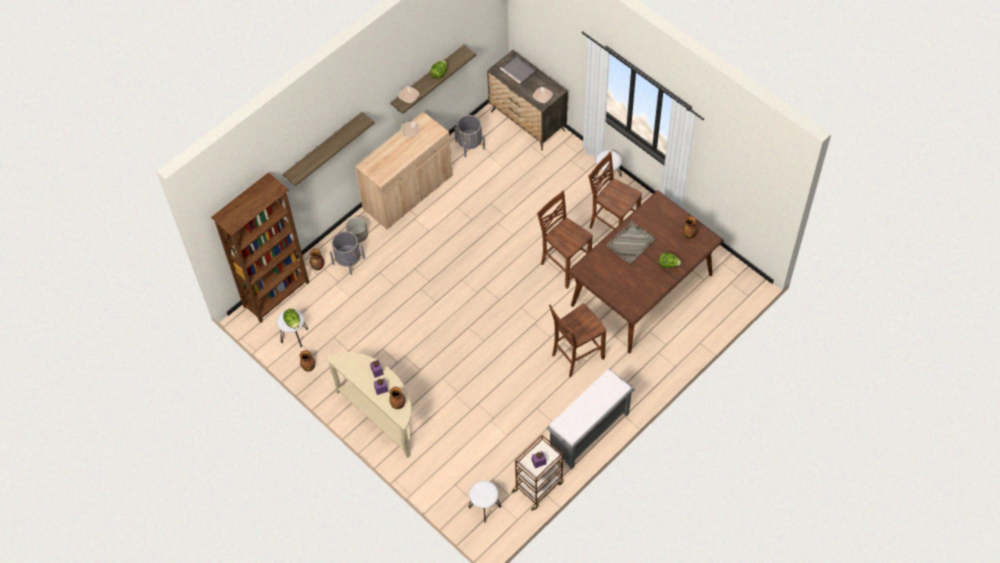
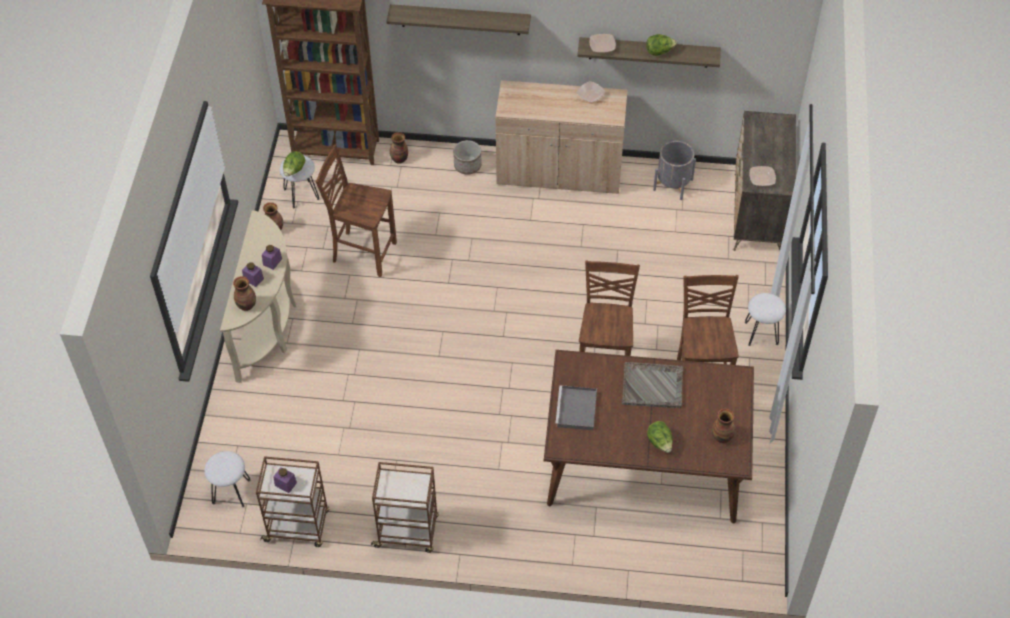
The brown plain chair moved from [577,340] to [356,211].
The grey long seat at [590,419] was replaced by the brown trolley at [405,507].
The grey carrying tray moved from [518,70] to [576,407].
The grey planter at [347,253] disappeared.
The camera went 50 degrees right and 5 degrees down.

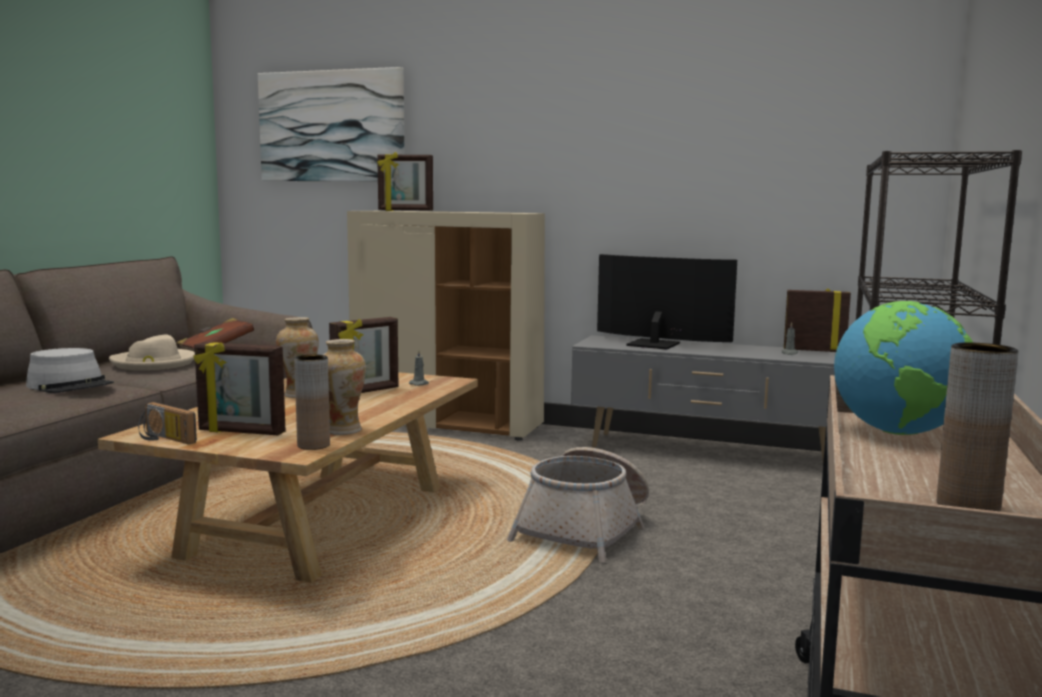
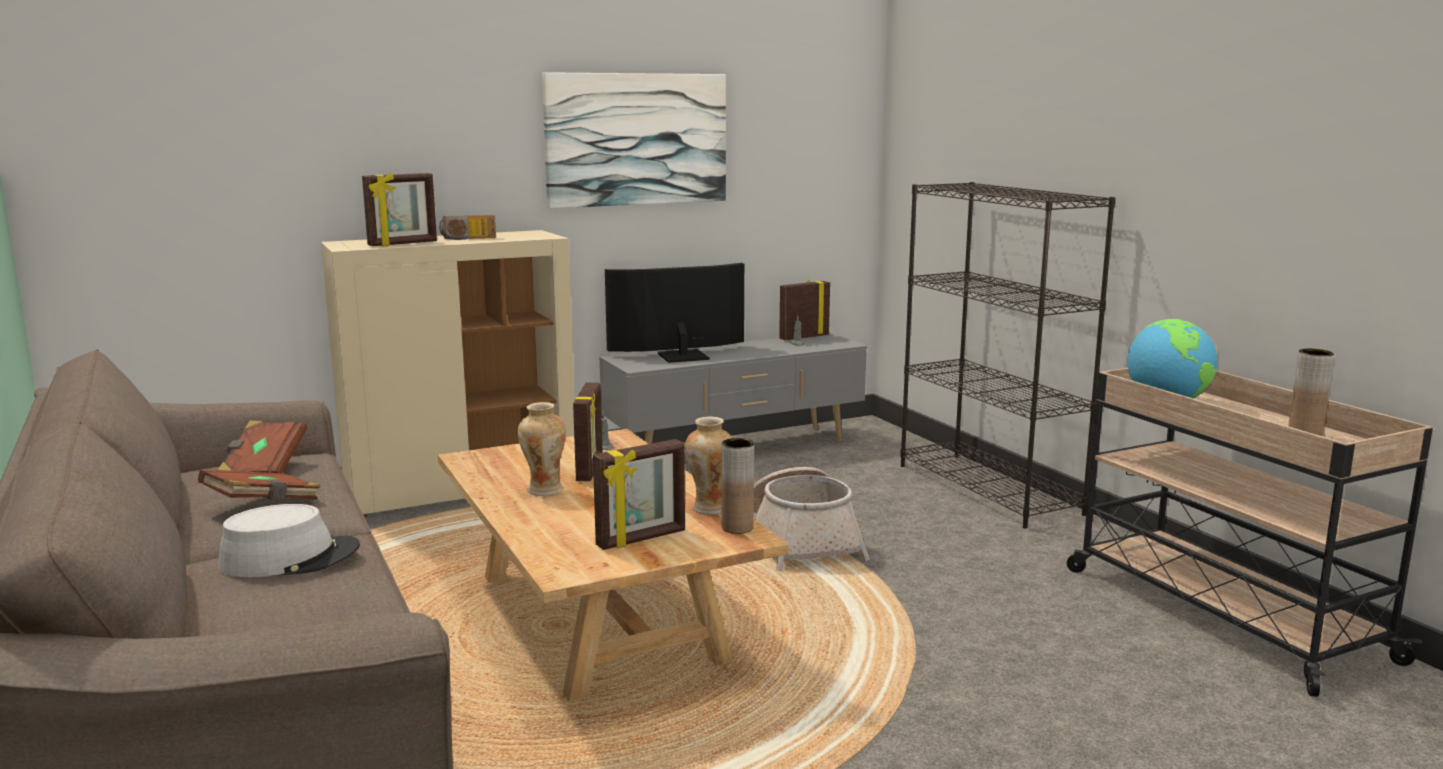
The beige-coloured wearable hat at [152,352] was replaced by the brown book at [259,485].
The radio receiver moved from [167,423] to [467,227].
The wall art moved from [331,124] to [634,140].
The camera went 45 degrees left and 5 degrees up.

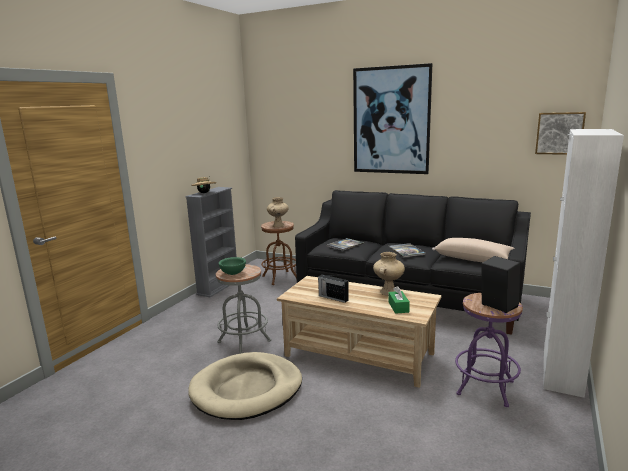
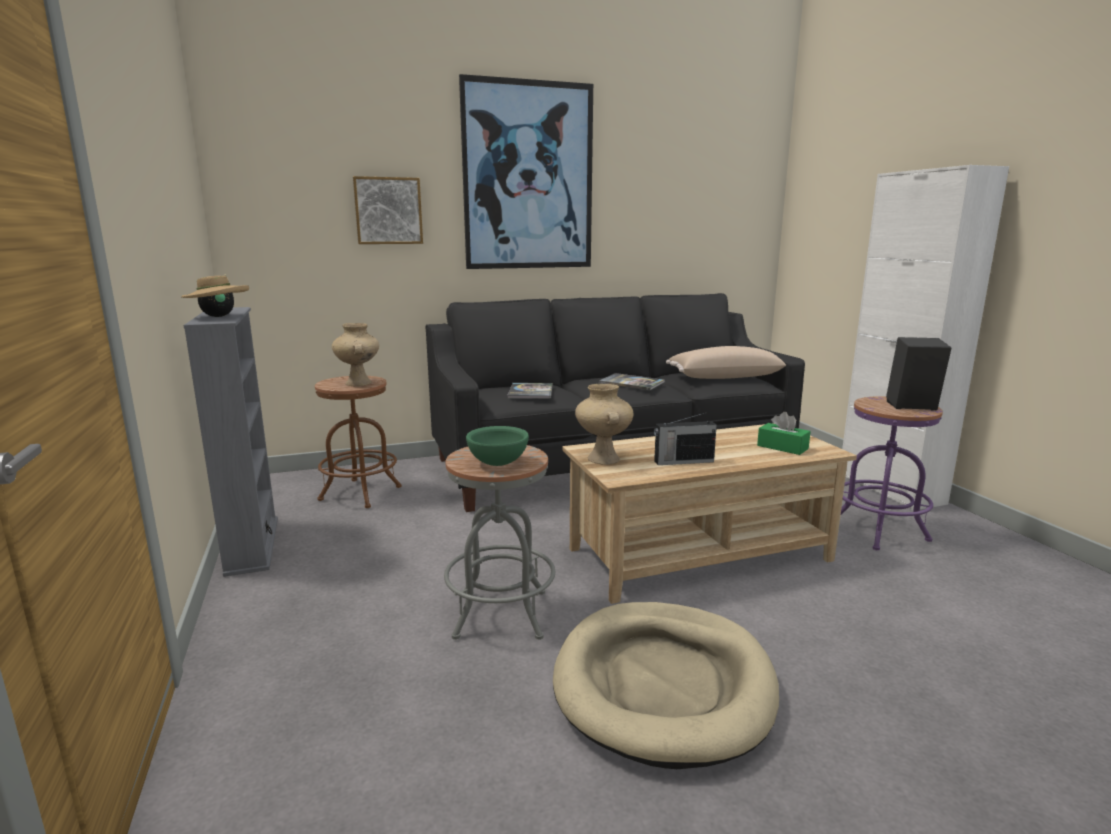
The wall art moved from [560,133] to [388,210].
The beige-coloured vase moved from [389,274] to [604,424].
The camera went 45 degrees left and 0 degrees up.

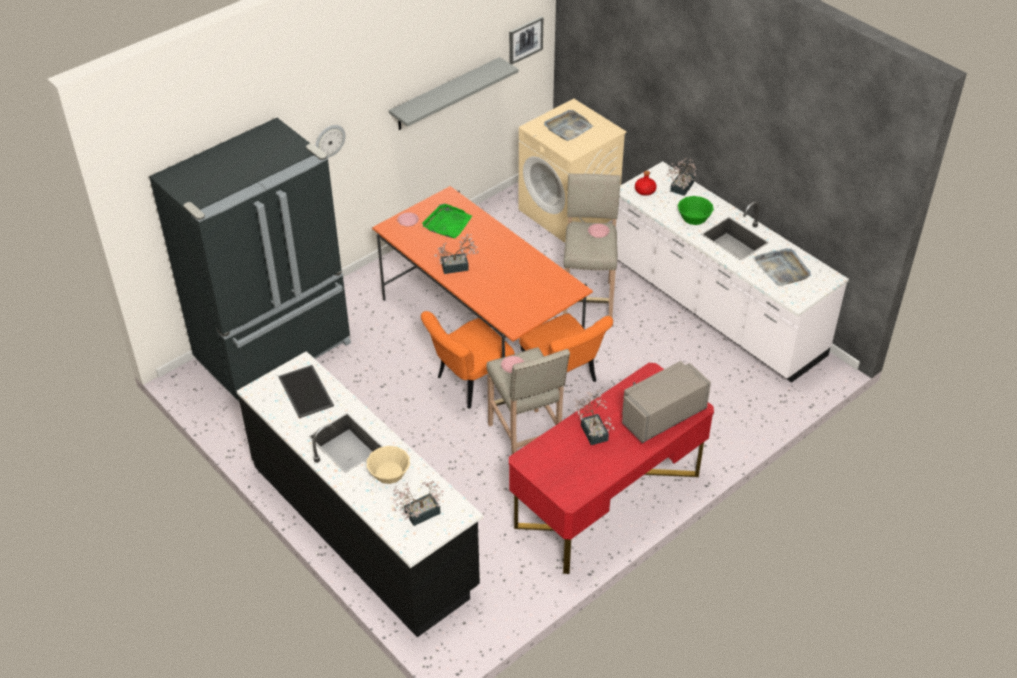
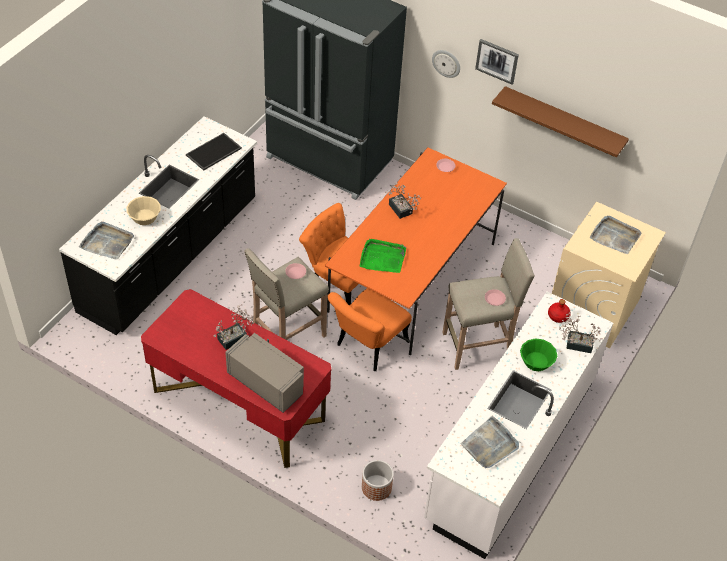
The houseplant at [418,503] was replaced by the grey carrying tray at [106,240].
The green carrying tray moved from [447,221] to [383,256].
The planter at [378,480] appeared.
The wall art moved from [526,40] to [497,61].
The grey shelf at [453,93] became the brown shelf at [560,122].
The camera went 70 degrees right and 5 degrees up.

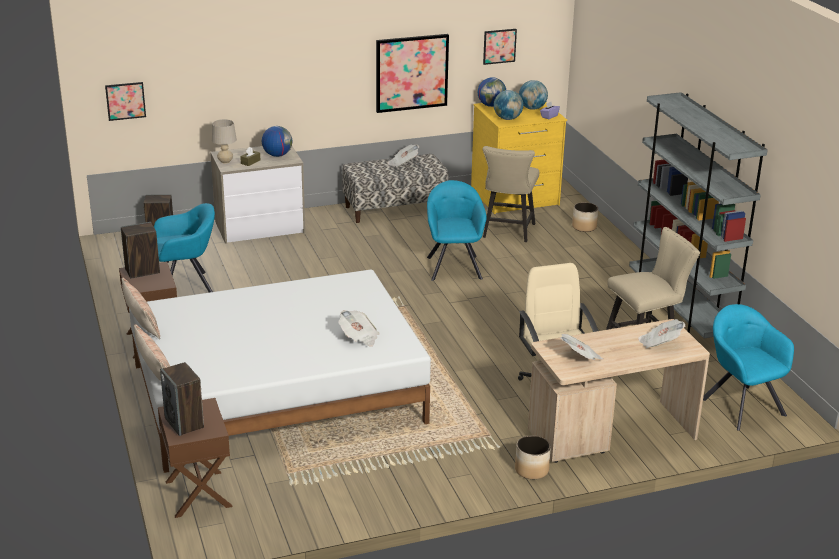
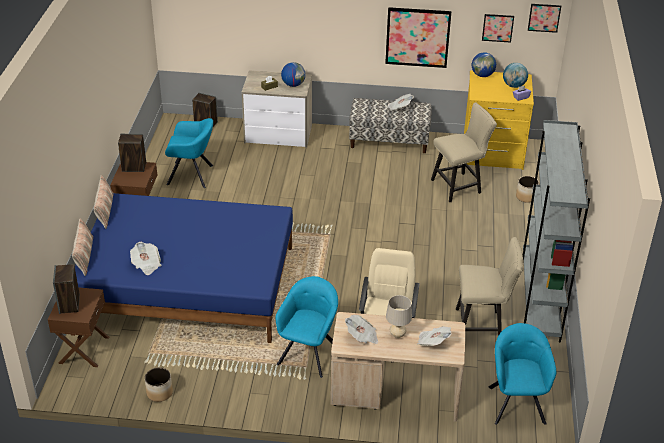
The whitish sleeping bed at [280,371] became the bluish sleeping bed at [184,268].
The newspaper moved from [358,328] to [145,258].
The planter moved from [533,457] to [159,384].
The turquoise-coloured lounge chair moved from [457,230] to [306,327].
The beige-coloured tabletop lamp moved from [224,141] to [399,316].
The beige-coloured plain chair at [510,194] turned 150 degrees counterclockwise.
The wall art moved from [125,101] to [544,18].
The globe at [508,105] disappeared.
The camera went 25 degrees right and 10 degrees up.

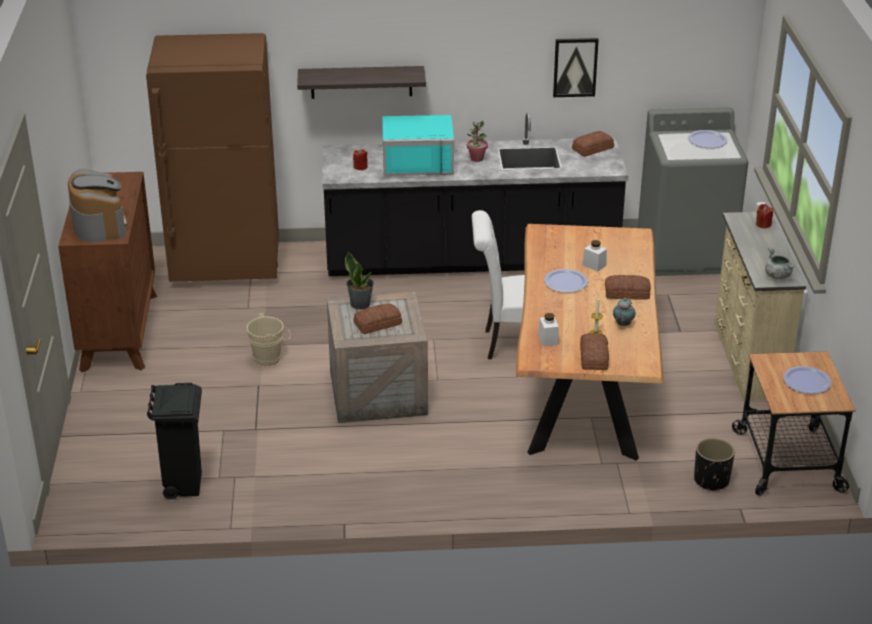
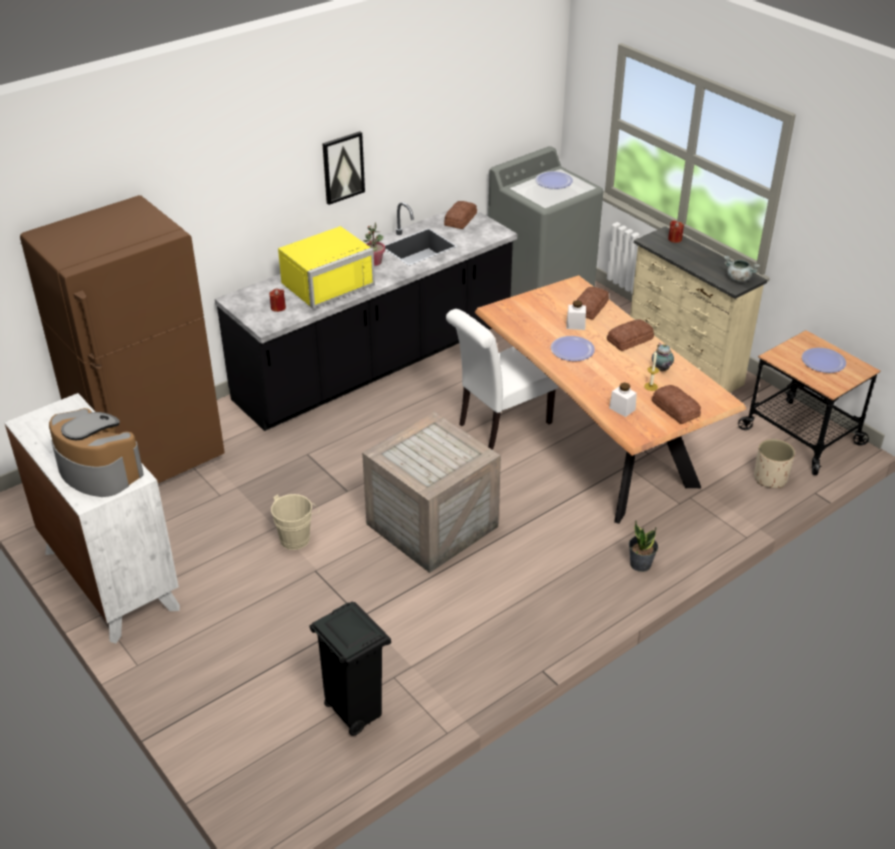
The brown chest of drawers at [107,272] became the whitish chest of drawers at [92,518].
The turquoise-coloured microwave at [418,145] became the yellow-coloured microwave at [326,267].
The wall art moved from [576,67] to [343,168].
The bread moved from [377,319] to [592,303].
The houseplant moved from [359,281] to [643,546].
The black planter at [714,465] became the beige-coloured planter at [774,463].
The shelf at [361,82] disappeared.
The camera went 35 degrees left and 5 degrees up.

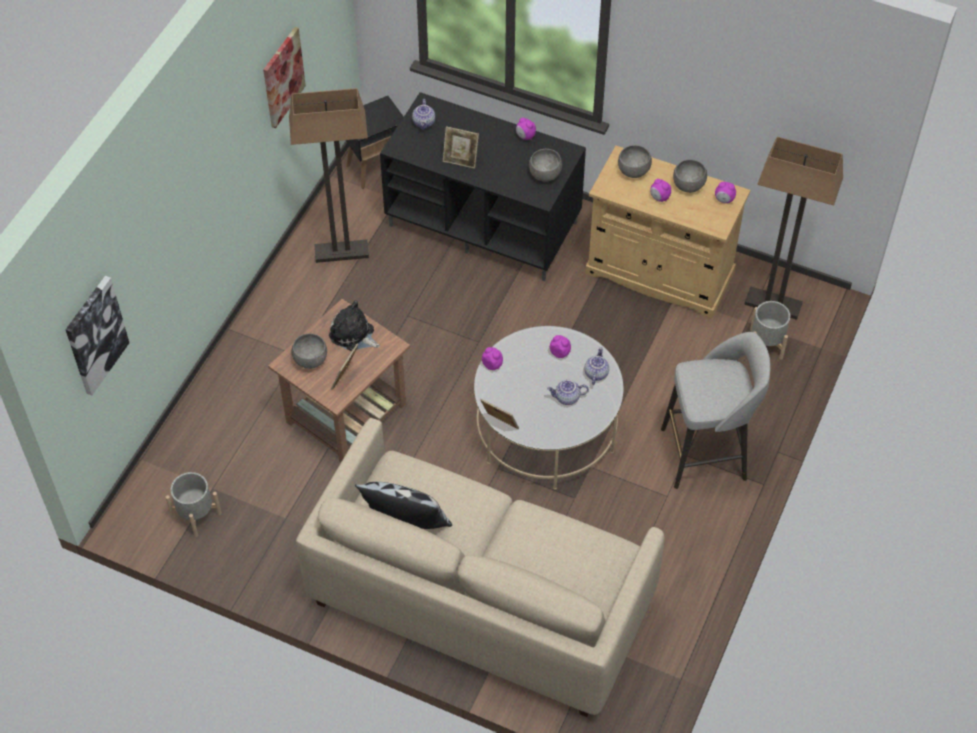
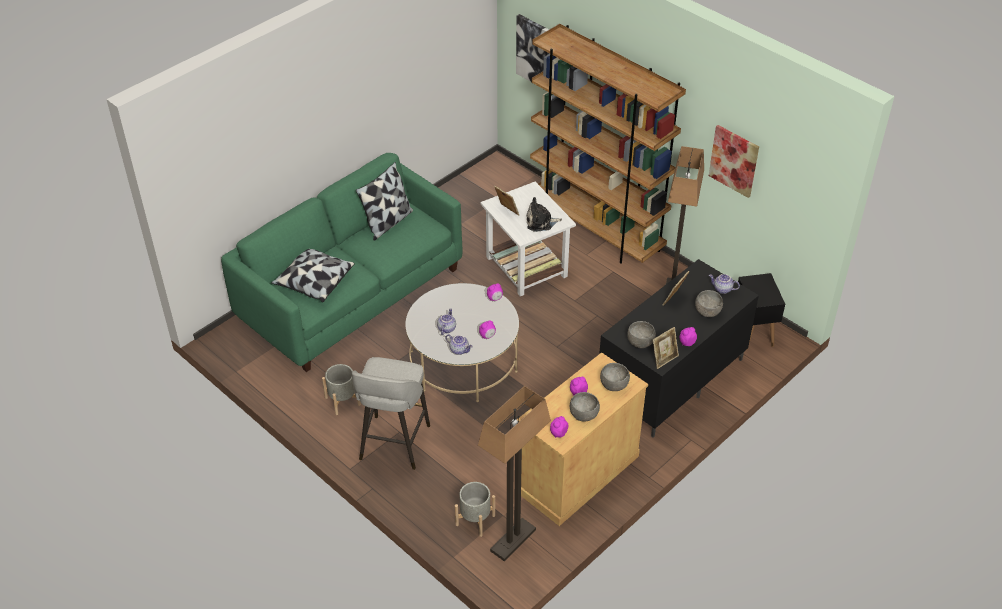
The beige-coloured sofa at [480,567] became the green sofa at [341,262].
The cushion at [313,275] appeared.
The grey planter moved from [194,504] to [341,389].
The brown side table at [339,380] became the whitish side table at [528,239].
The plush toy at [354,325] turned 150 degrees counterclockwise.
The brown bookcase at [608,144] appeared.
The photo frame moved from [499,414] to [666,348].
The grey serving bowl moved from [309,351] to [709,303].
The camera went 110 degrees right and 10 degrees down.

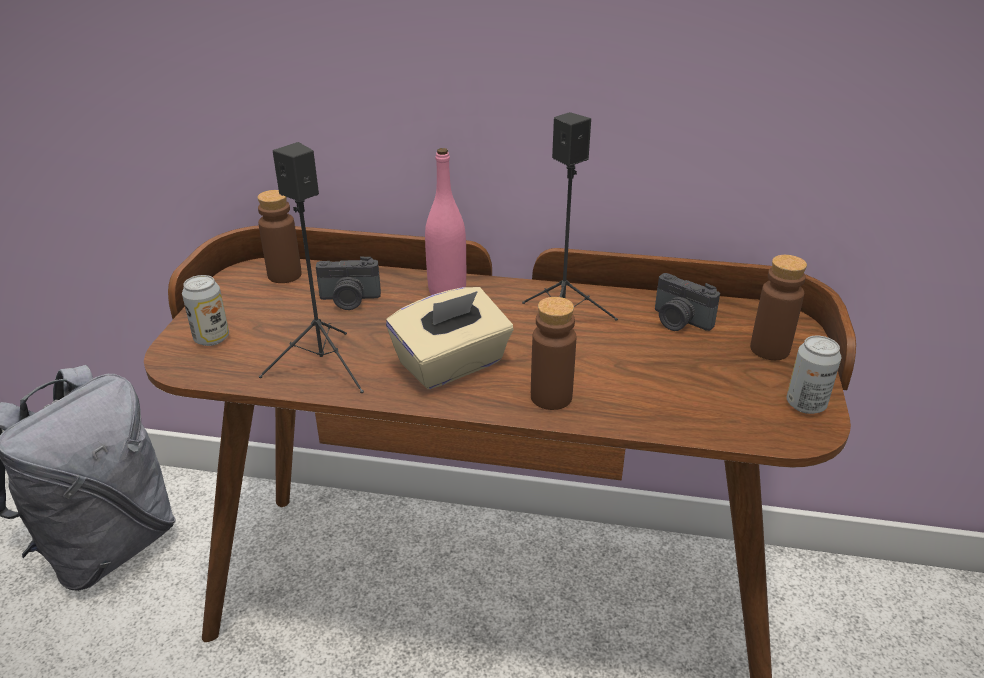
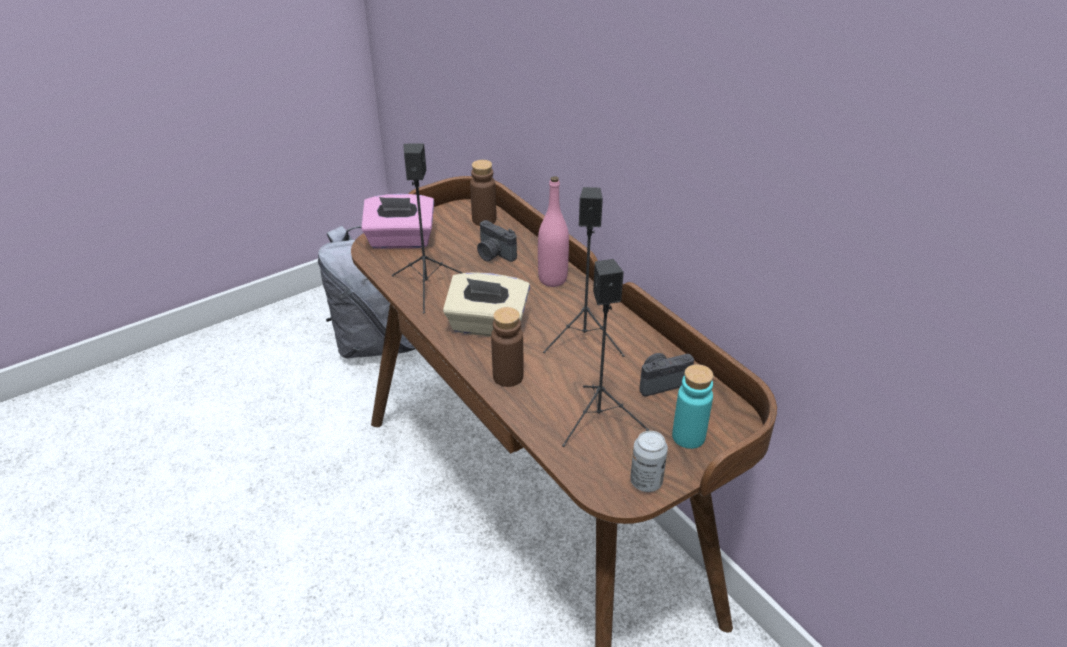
The can at [205,310] was replaced by the pinkish box of tissues at [397,221].
The black loudspeaker at [605,353] appeared.
The still camera at [687,302] turned 75 degrees clockwise.
The brown beverage bottle at [778,307] became the turquoise-coloured beverage bottle at [692,406].
The camera went 45 degrees right and 5 degrees up.

